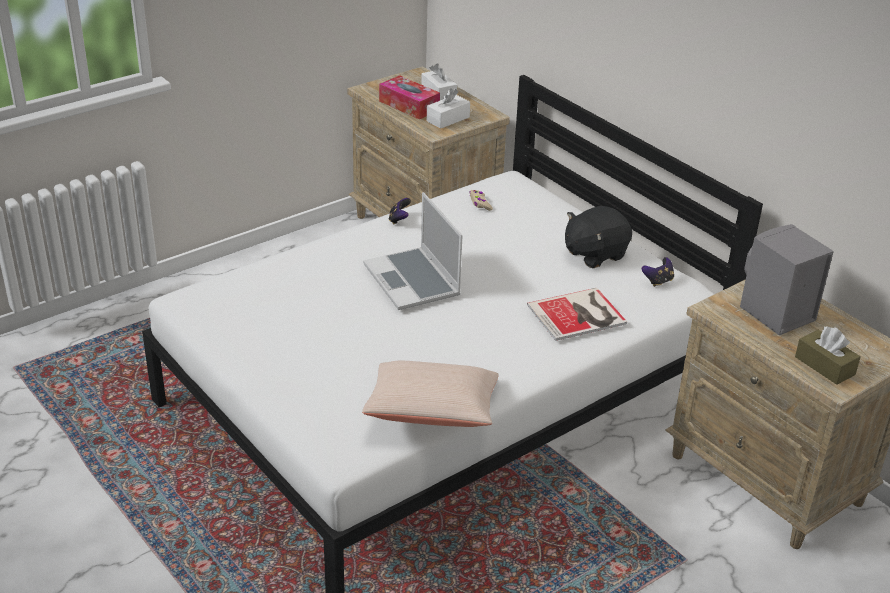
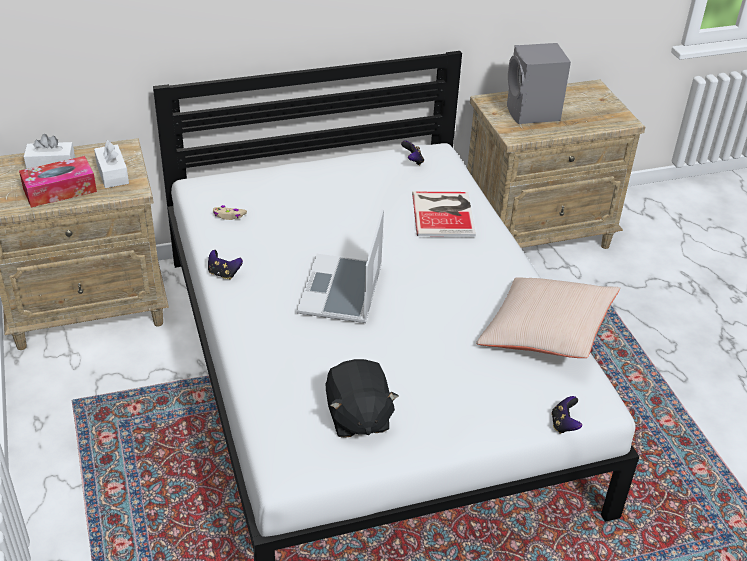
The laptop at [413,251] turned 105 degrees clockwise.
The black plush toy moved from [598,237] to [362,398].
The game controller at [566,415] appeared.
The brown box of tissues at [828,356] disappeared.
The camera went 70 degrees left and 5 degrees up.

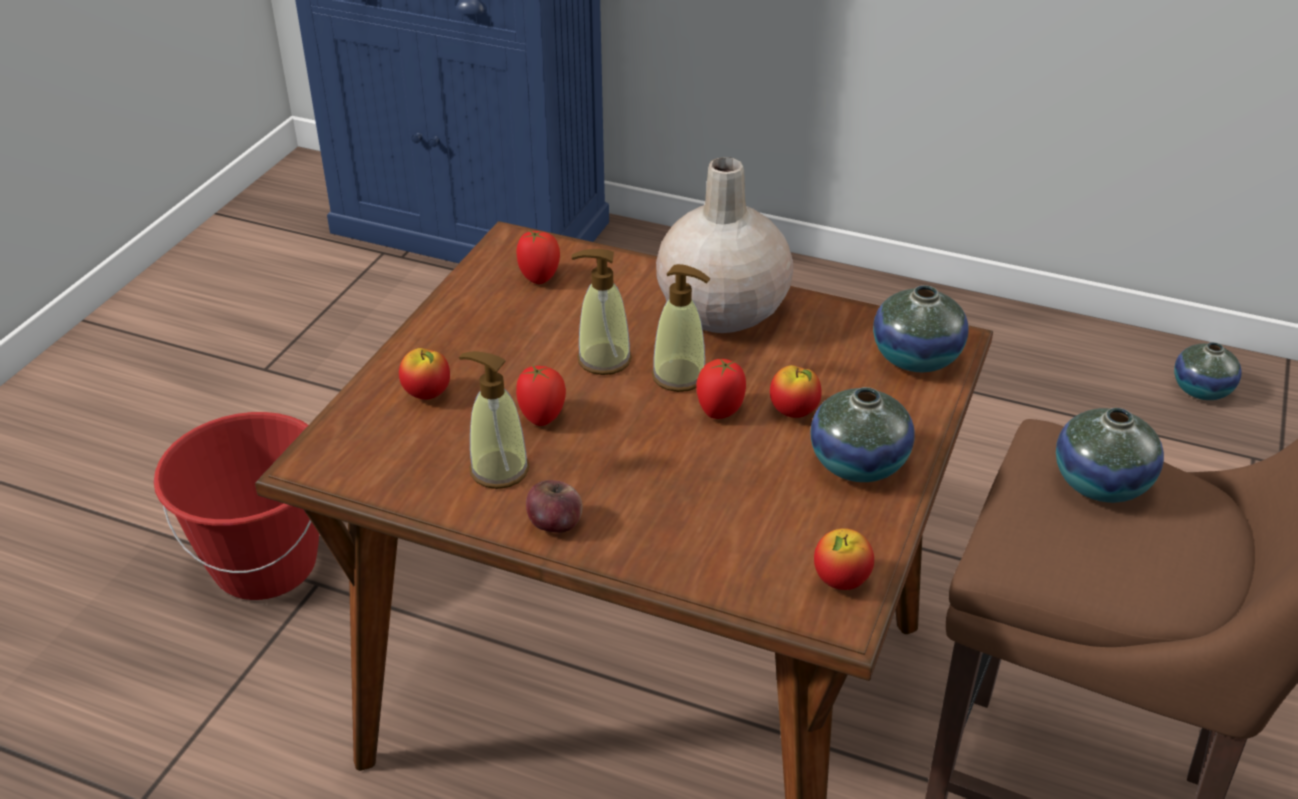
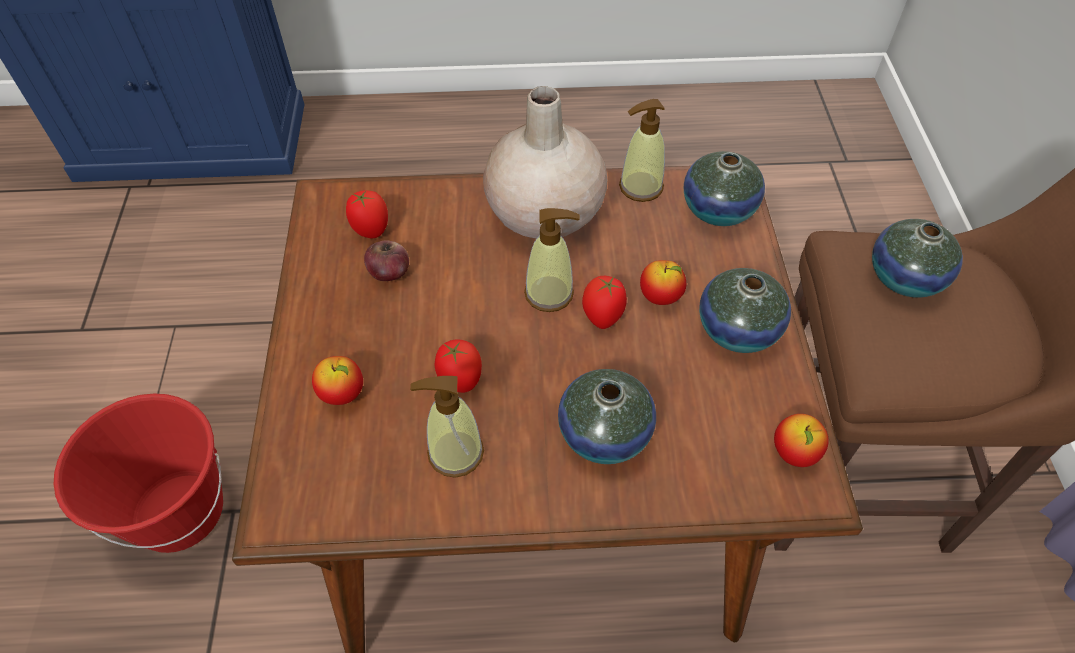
The apple moved from [554,506] to [386,261].
The vase moved from [1208,371] to [607,416].
The soap bottle moved from [601,312] to [642,150].
The camera went 25 degrees left and 15 degrees up.

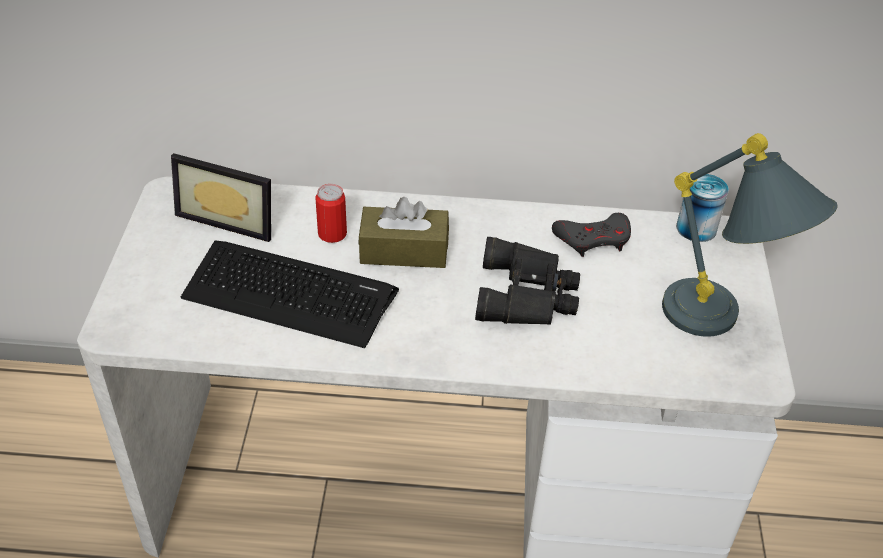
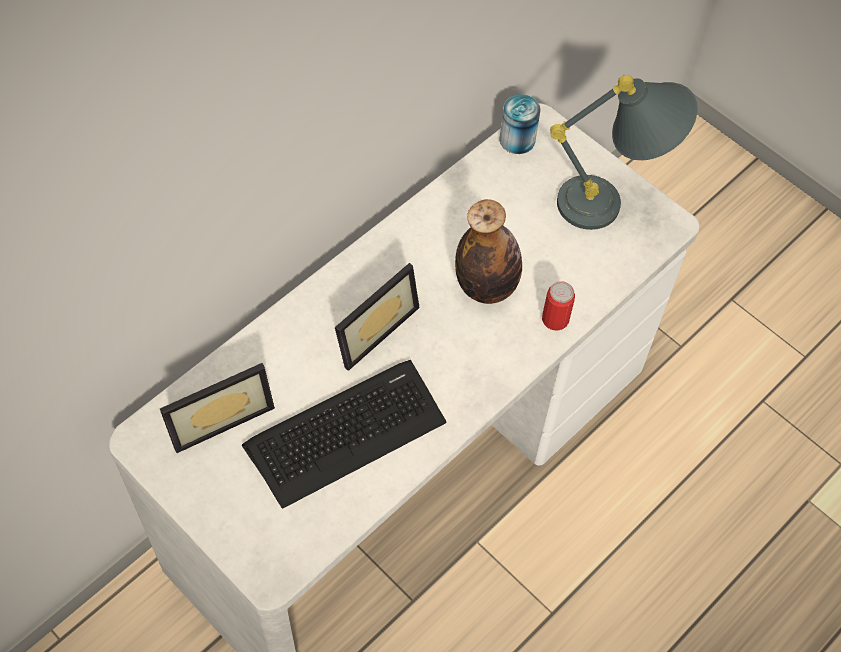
The brown box of tissues at [403,232] was replaced by the photo frame at [377,317].
The black field glasses at [527,281] was replaced by the beverage bottle at [488,251].
The can moved from [331,213] to [558,306].
The grey game controller at [591,235] disappeared.
The camera went 50 degrees left and 15 degrees up.

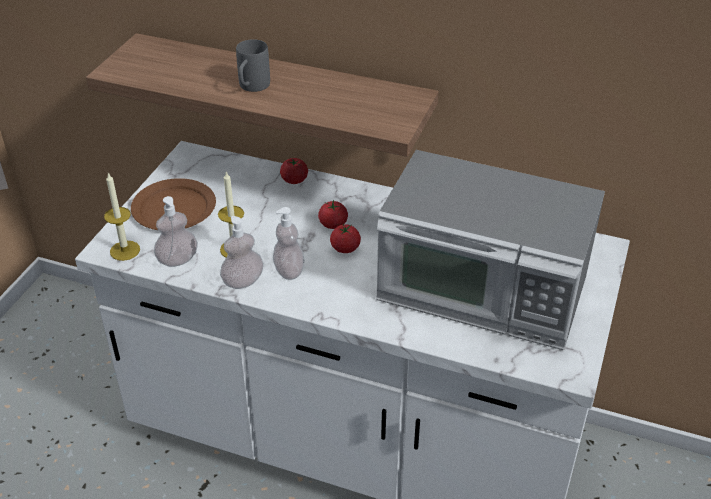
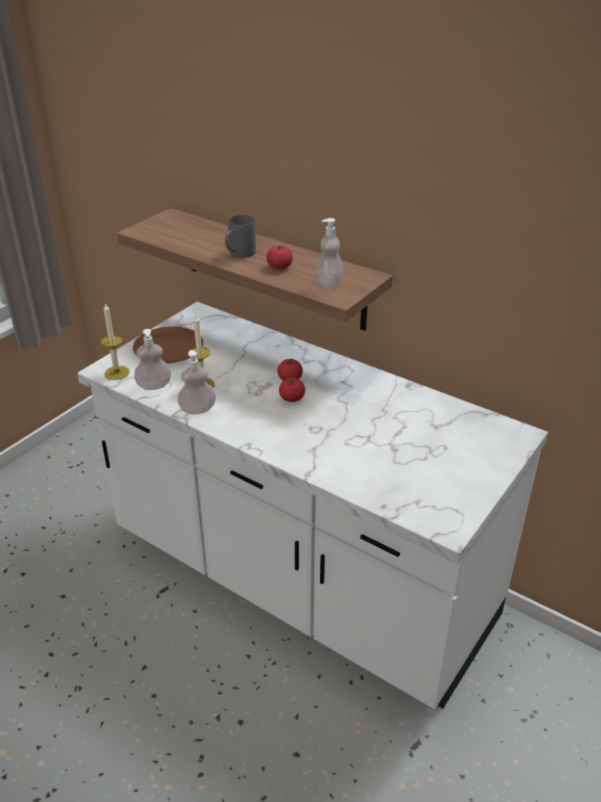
The tomato moved from [294,171] to [280,257].
The soap bottle moved from [288,243] to [329,253].
The microwave at [490,250] disappeared.
The camera went 15 degrees right and 5 degrees down.

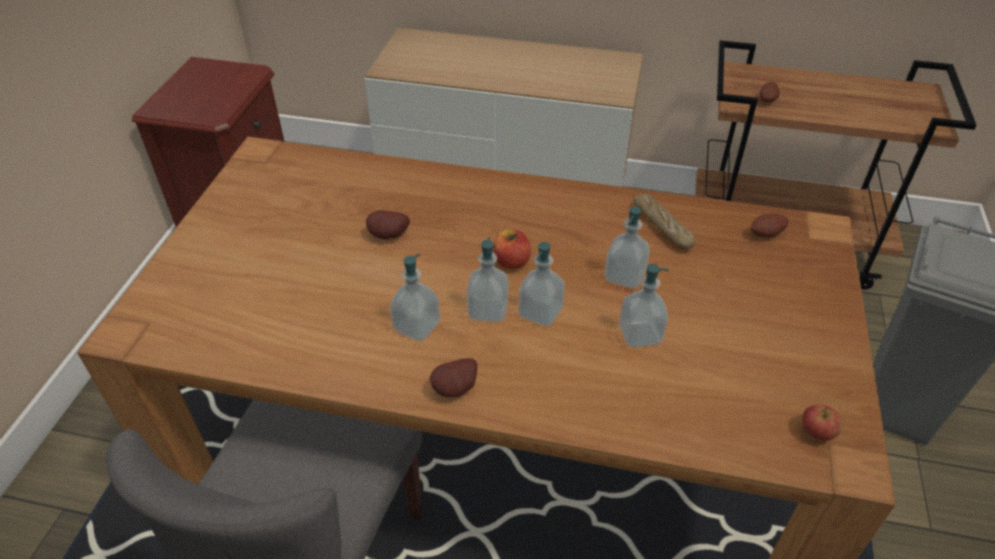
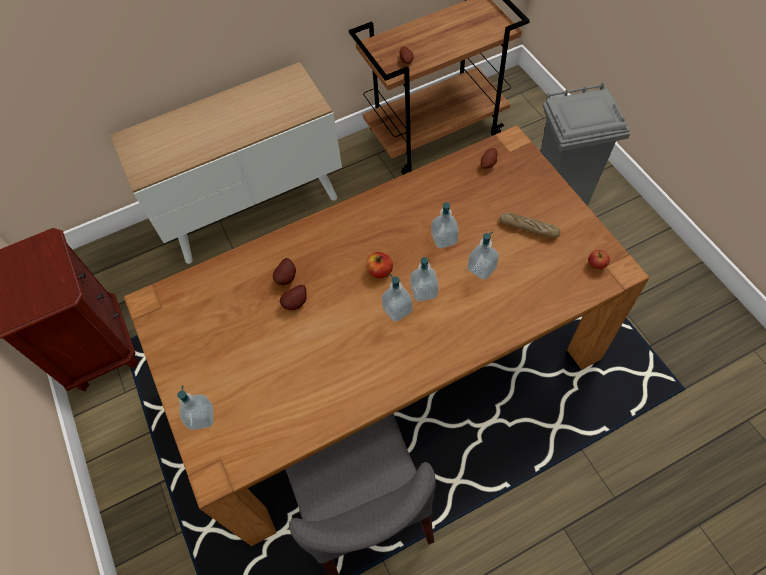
The soap bottle moved from [415,297] to [195,407].
The potato moved from [453,377] to [284,271].
The bread moved from [664,221] to [529,225].
The camera went 35 degrees left and 15 degrees up.

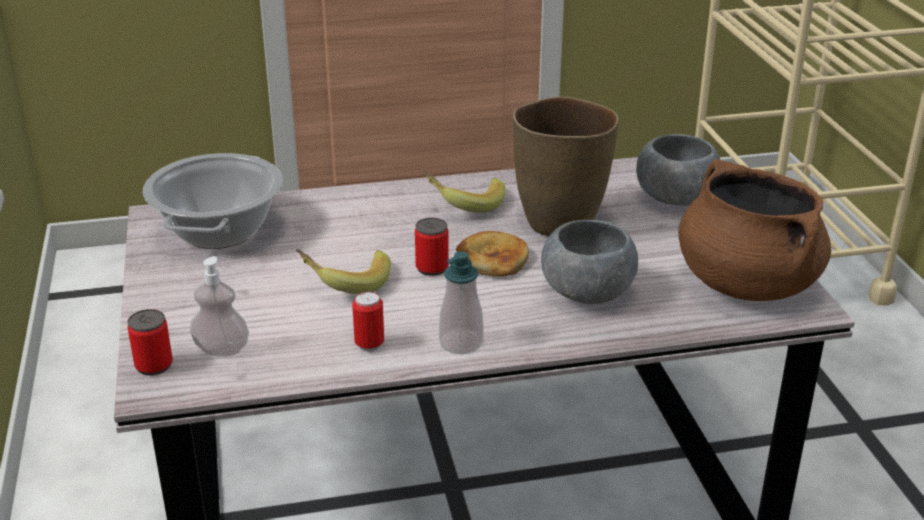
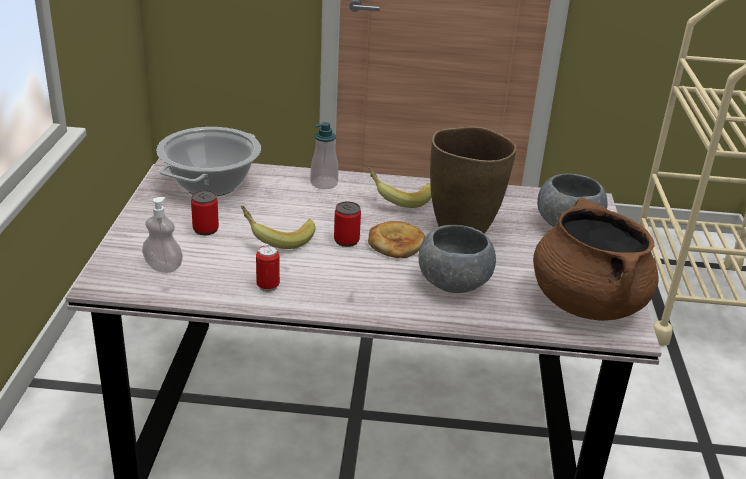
The can moved from [150,342] to [205,212].
The soap bottle moved from [461,302] to [324,155].
The camera went 15 degrees right and 0 degrees up.

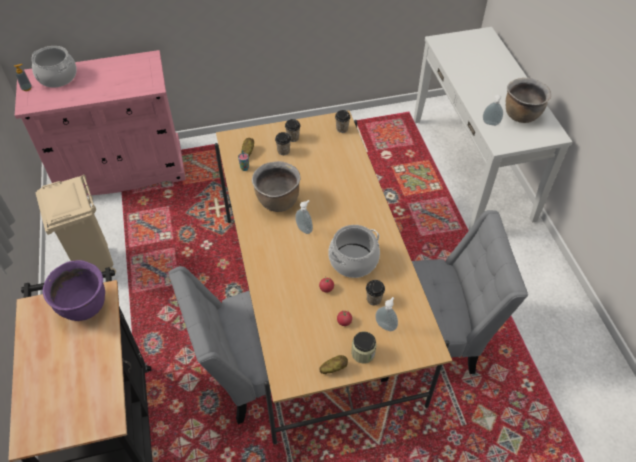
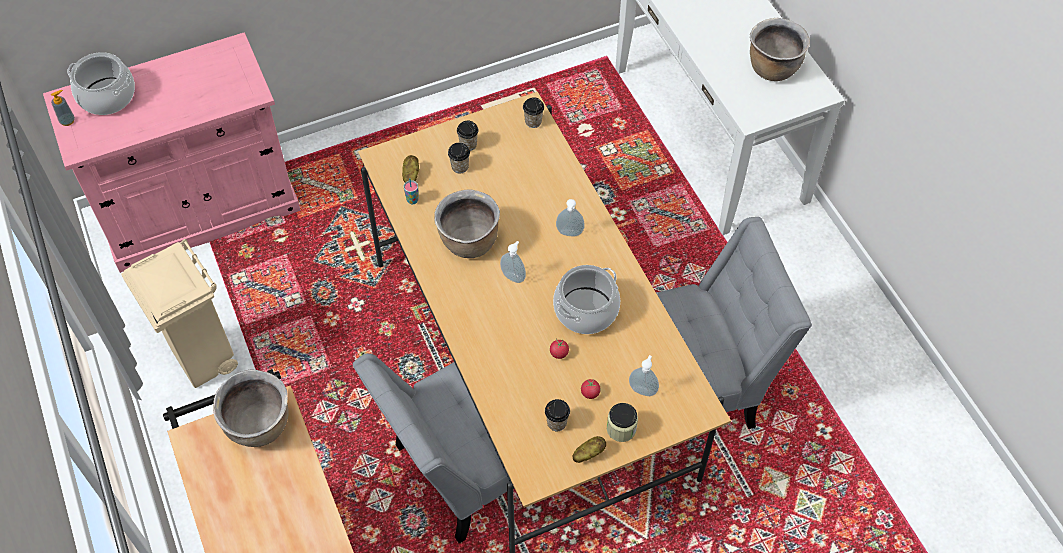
The purple saucepot at [74,290] became the brown saucepot at [250,408].
The drinking cup moved from [375,292] to [557,415].
The soap bottle moved from [493,110] to [570,217].
The camera went 10 degrees left and 5 degrees up.

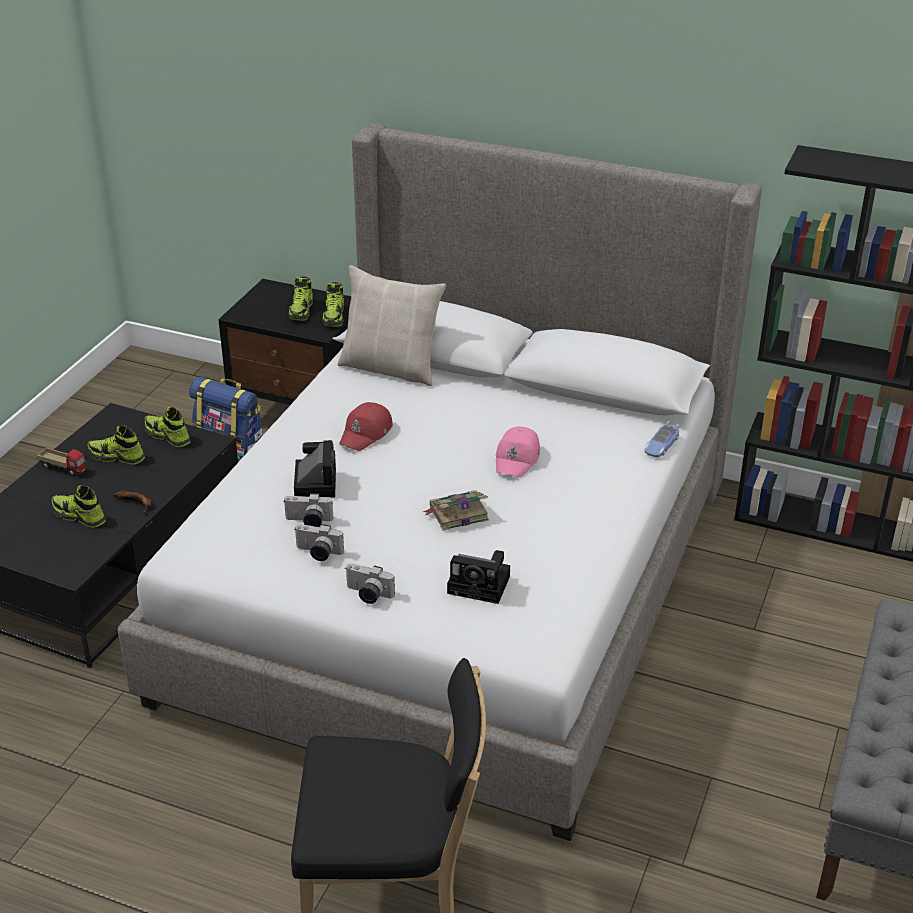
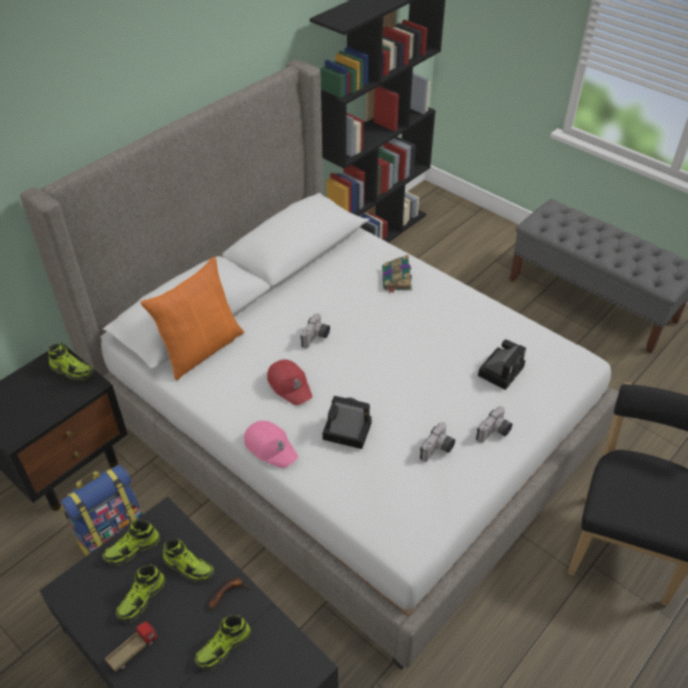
The beige-coloured cushion at [391,325] became the orangey cushion at [192,318].
The shoe moved from [301,298] to [188,560].
The pinkish cap moved from [518,452] to [271,444].
The still camera moved from [309,510] to [315,331].
The book moved from [456,510] to [397,274].
The toy car at [661,439] disappeared.
The camera went 70 degrees left and 10 degrees up.

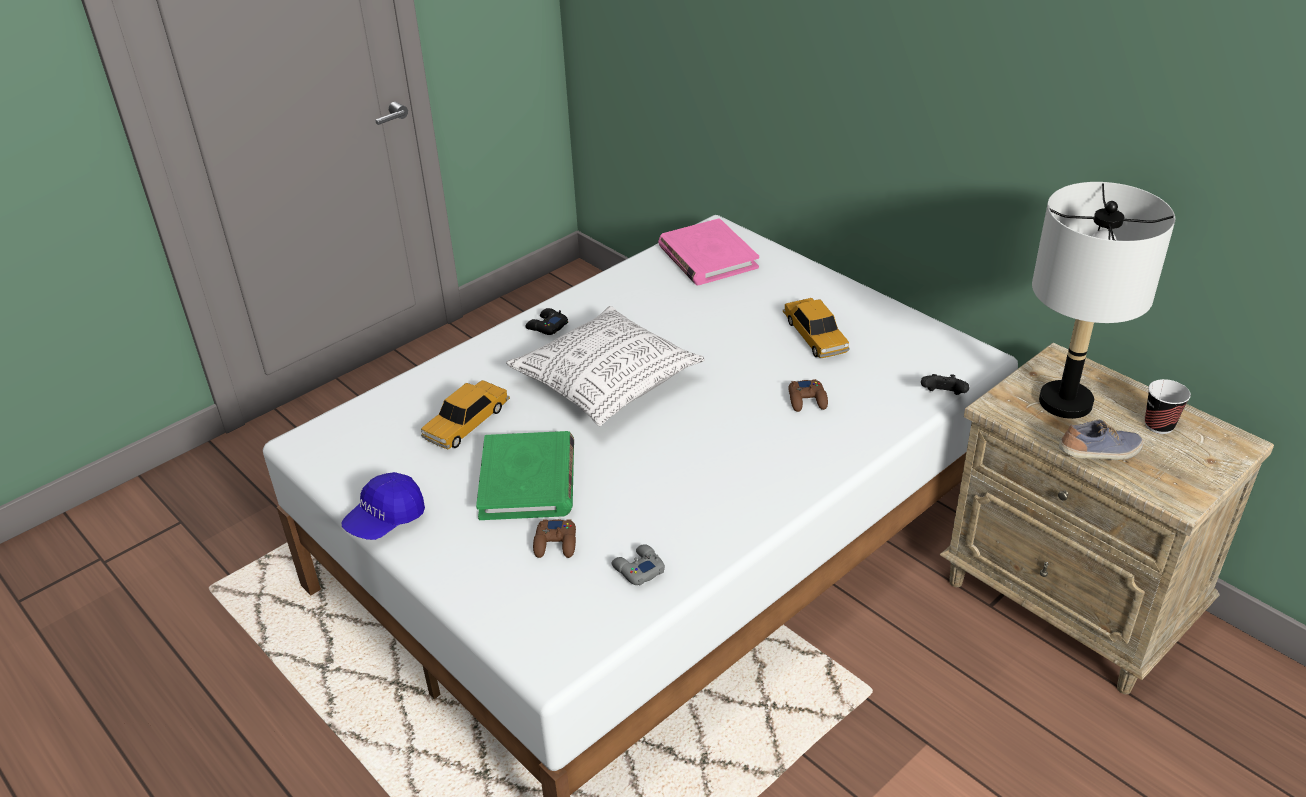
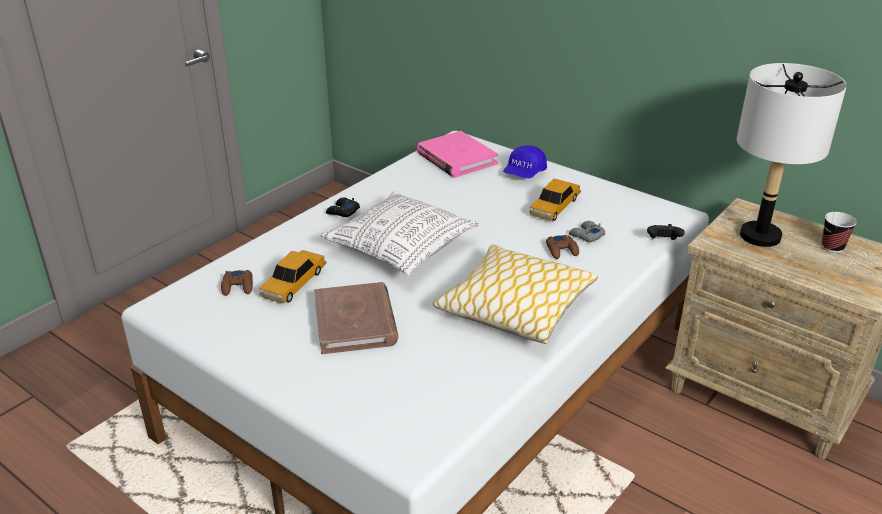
The brown game controller moved from [554,538] to [237,283].
The green book at [525,475] became the brown book at [356,318].
The cushion at [515,294] appeared.
The bluish cap moved from [383,506] to [525,162].
The toy car at [816,328] turned 60 degrees clockwise.
The grey game controller moved from [638,565] to [587,231].
The shoe at [1101,440] disappeared.
The camera went 10 degrees left and 5 degrees down.

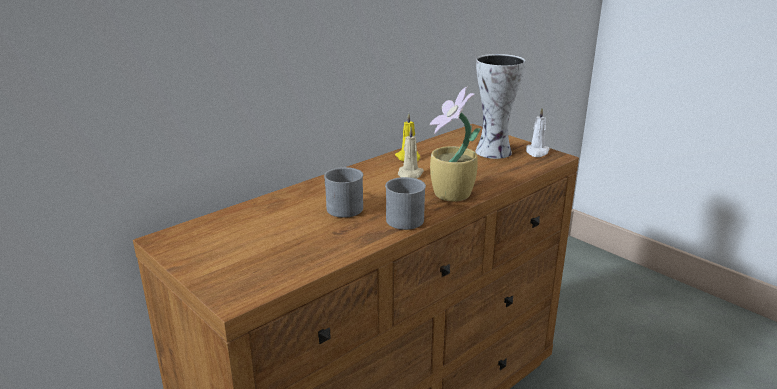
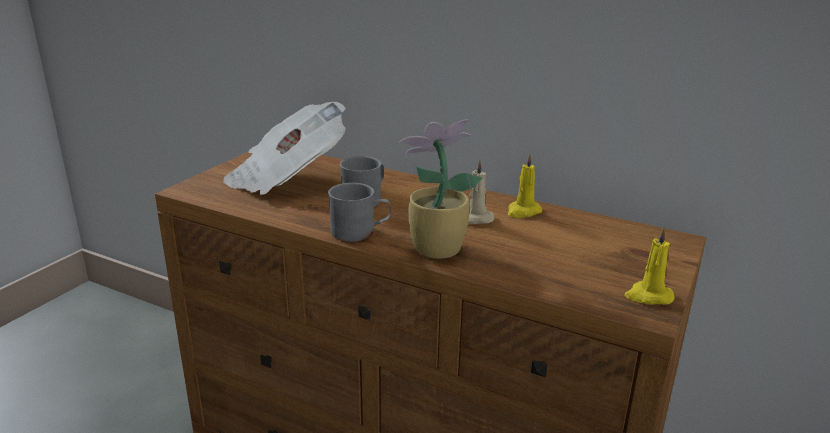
The newspaper at [284,148] appeared.
The whitish candle at [538,132] became the yellow-coloured candle at [649,266].
The vase at [500,106] disappeared.
The camera went 70 degrees right and 0 degrees up.

